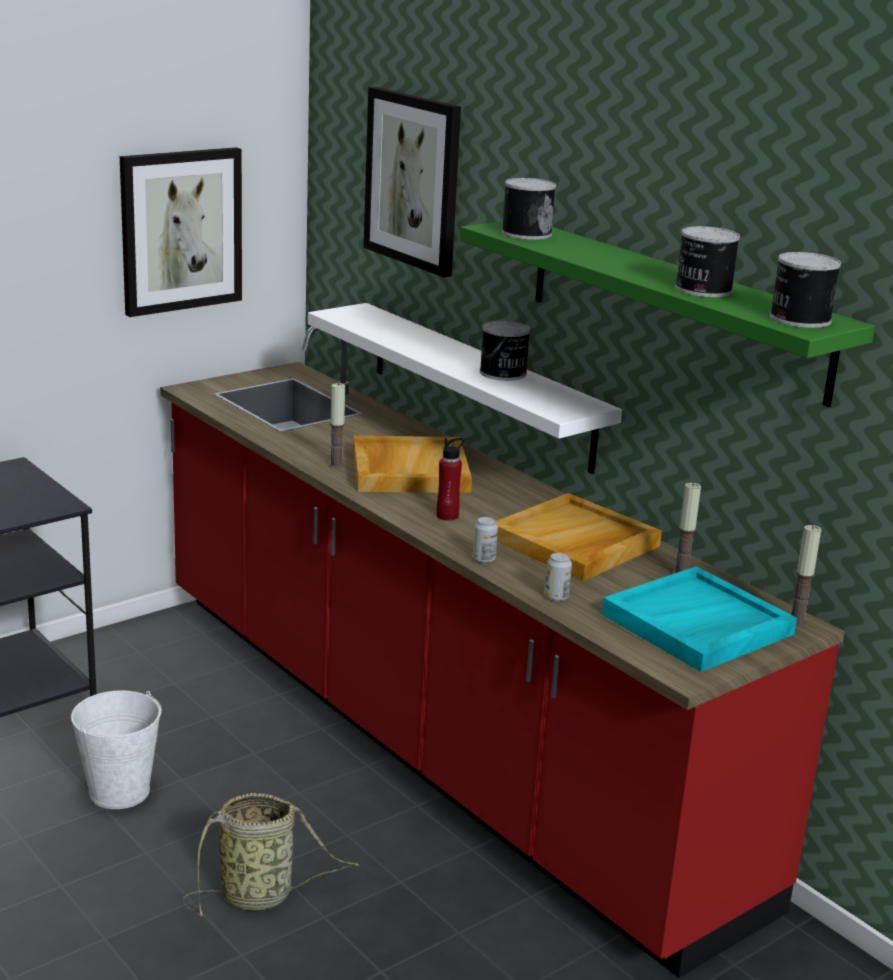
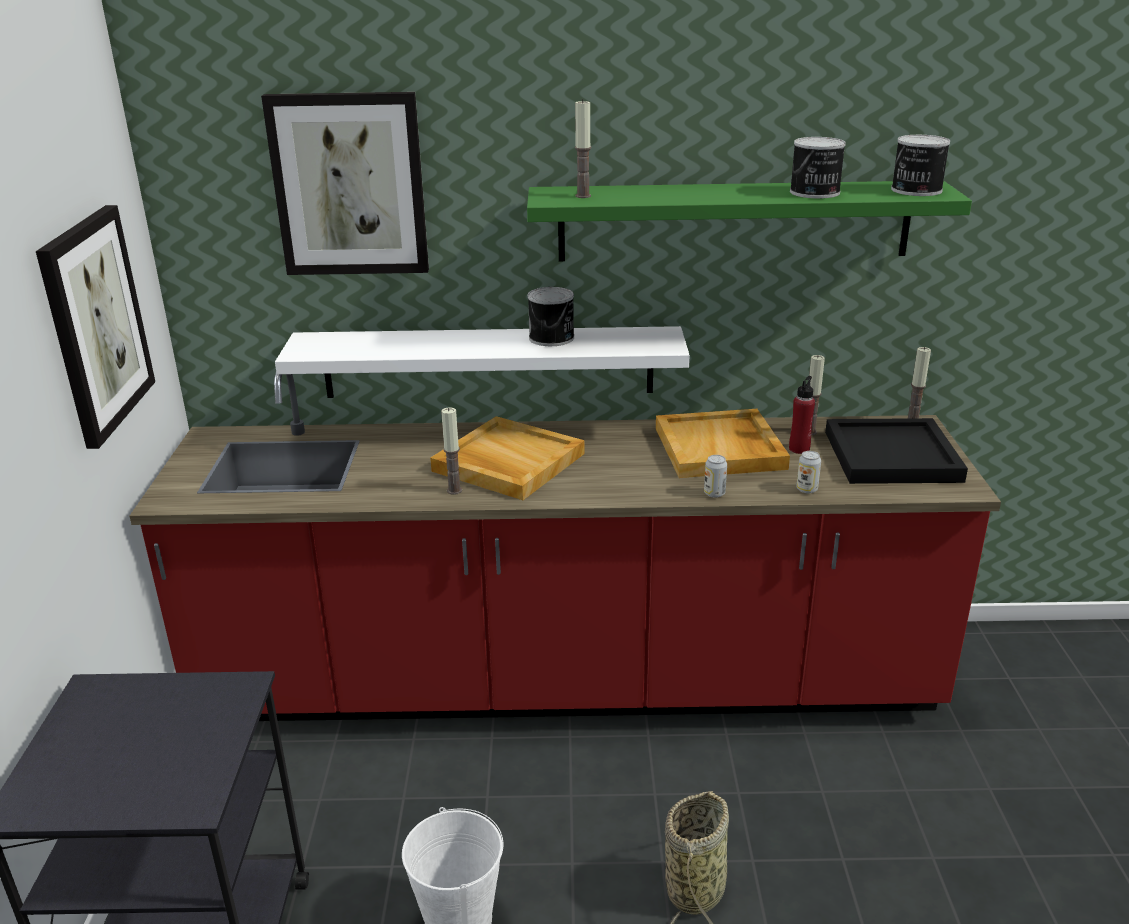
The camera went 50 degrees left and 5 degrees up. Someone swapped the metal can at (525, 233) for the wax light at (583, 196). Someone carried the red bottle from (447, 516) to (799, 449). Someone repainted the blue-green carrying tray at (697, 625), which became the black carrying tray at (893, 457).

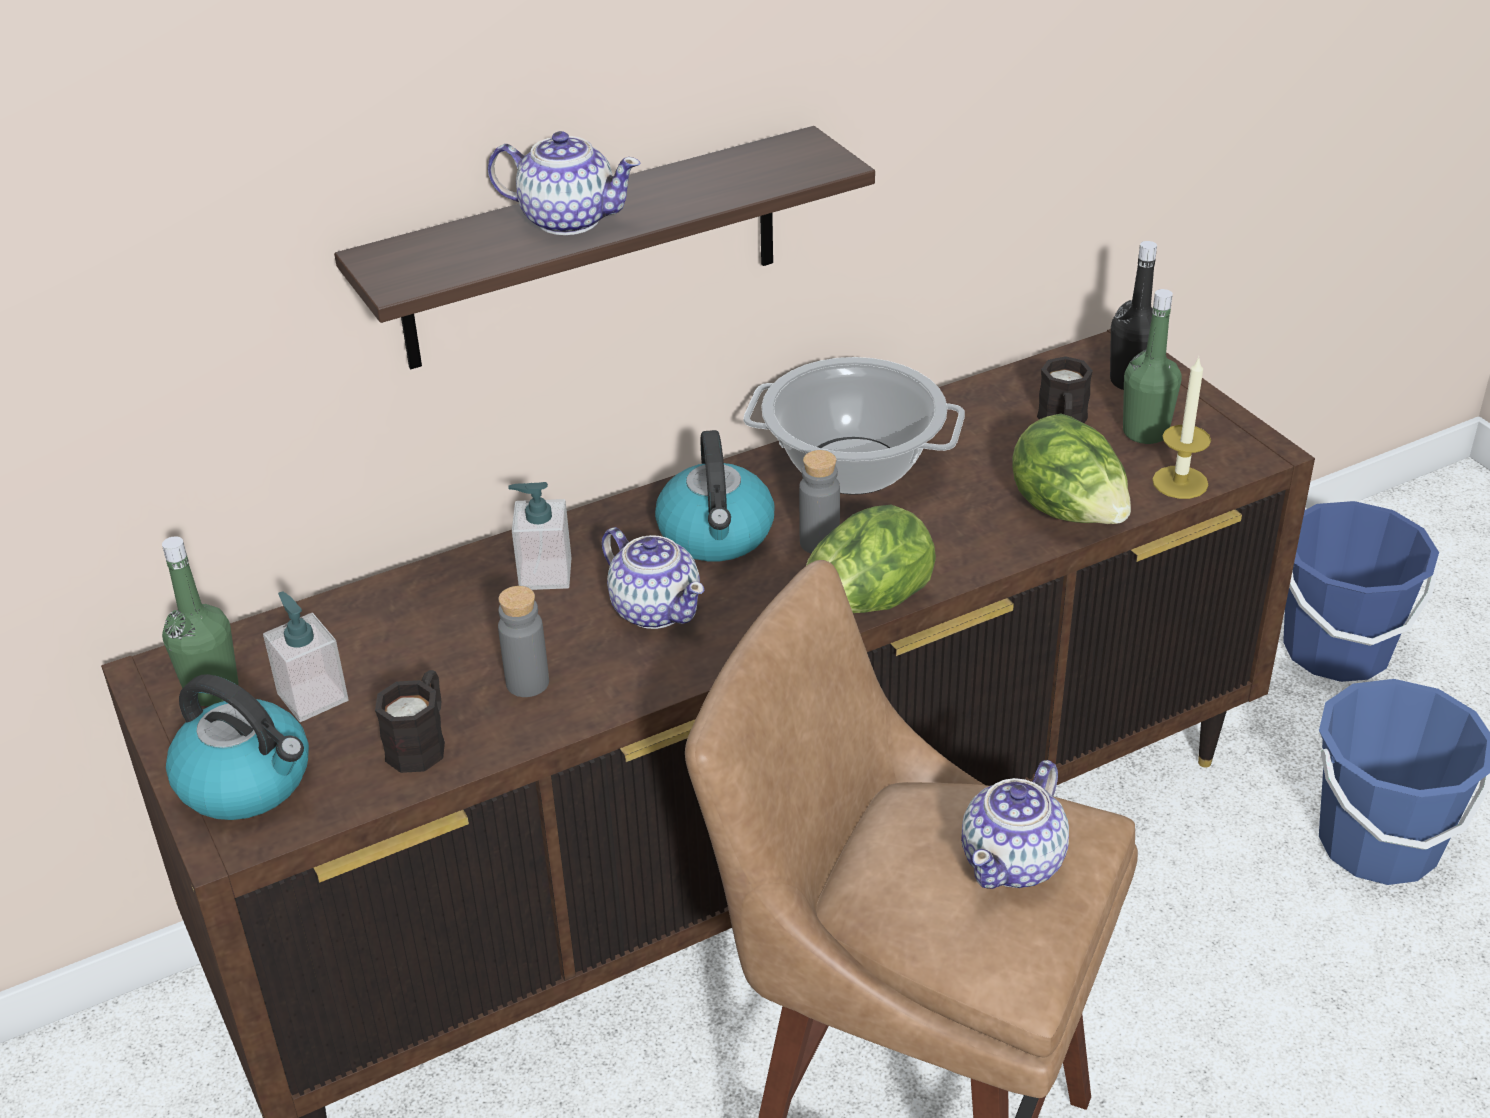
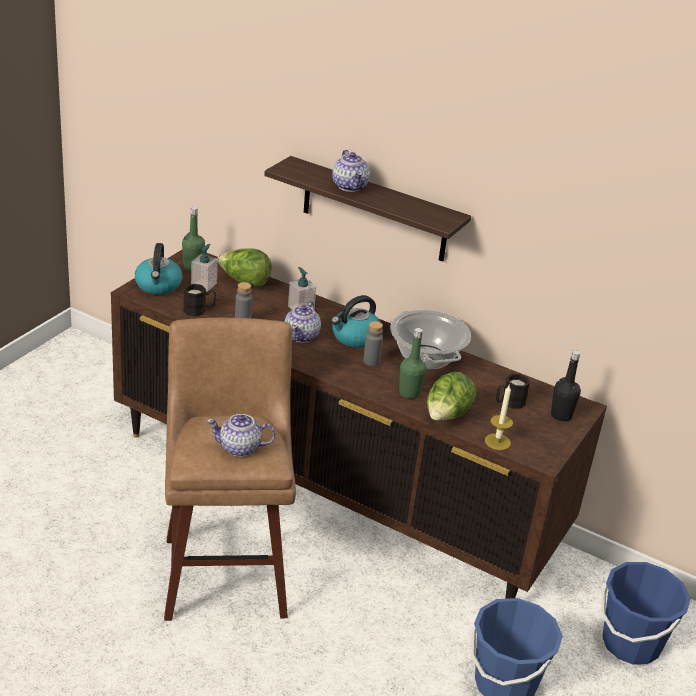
The camera went 55 degrees right and 5 degrees down. Someone carried the green-coloured bottle from (1145, 432) to (409, 393). Someone carried the lettuce head from (865, 606) to (244, 282).

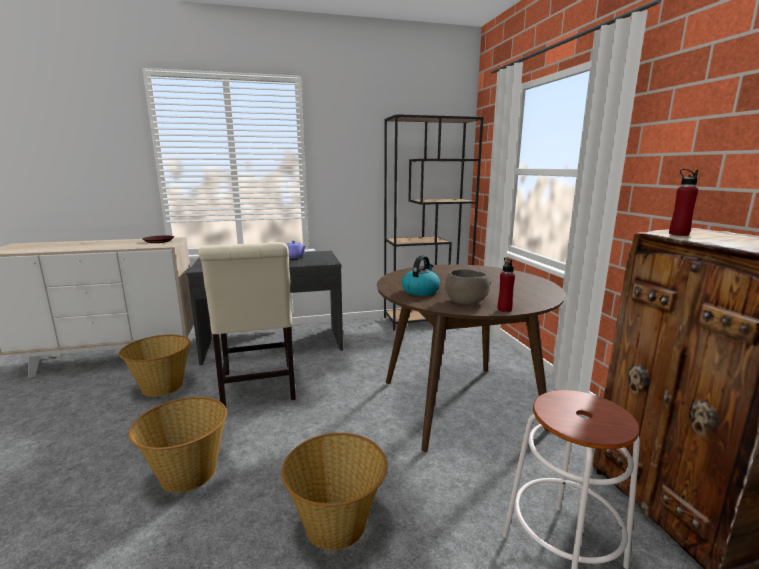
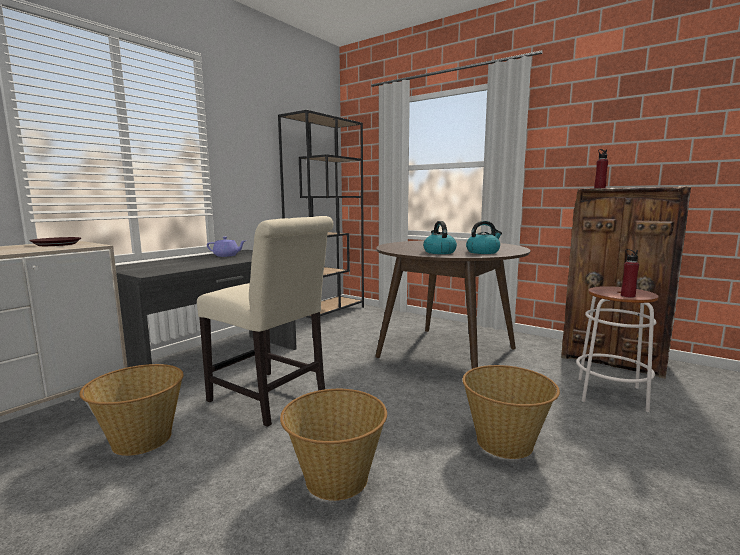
The camera went 40 degrees left and 5 degrees down. Someone carried the red bottle from (504, 309) to (627, 296). Someone swapped the greyish bowl at (466, 301) for the water kettle at (483, 252).

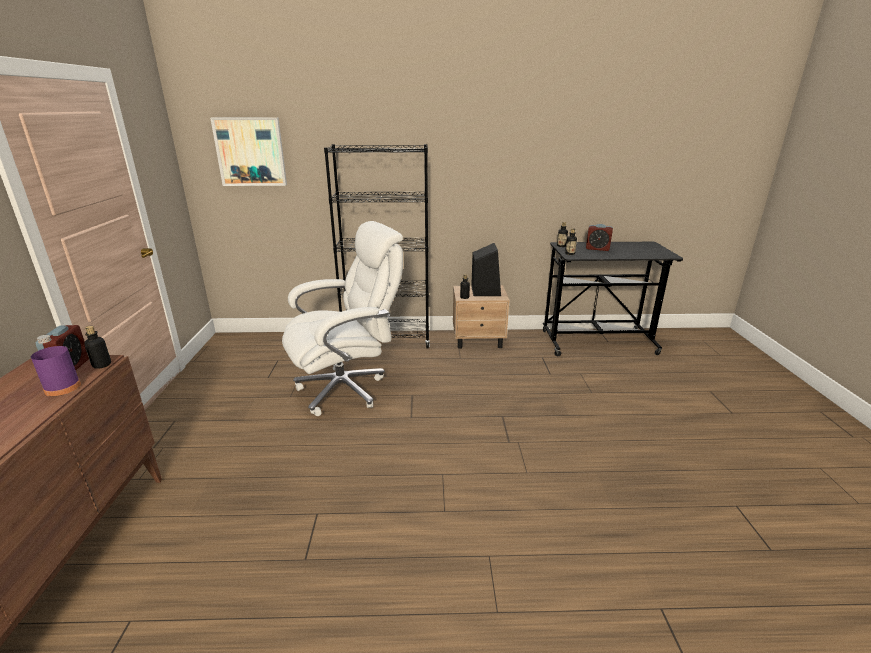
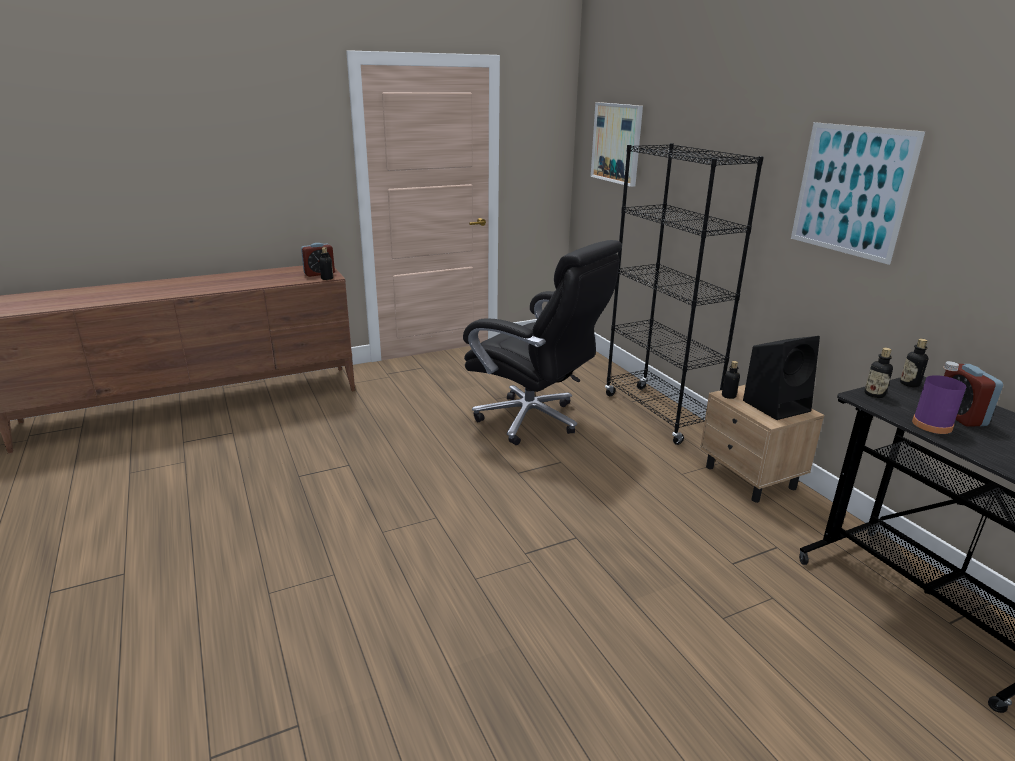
The camera went 65 degrees right and 0 degrees up. Someone repainted the white-coloured office chair at (347, 389), which became the black office chair at (534, 422). Someone carried the purplish bottle from (63, 388) to (932, 425). Someone put up the wall picture at (851, 190).

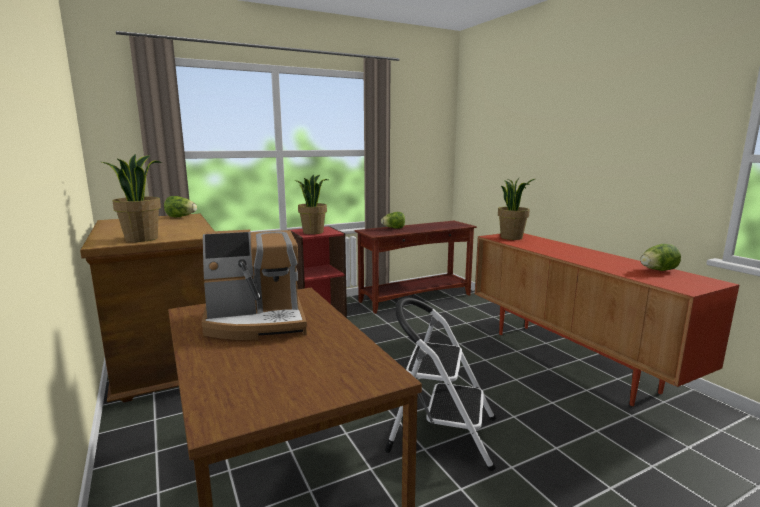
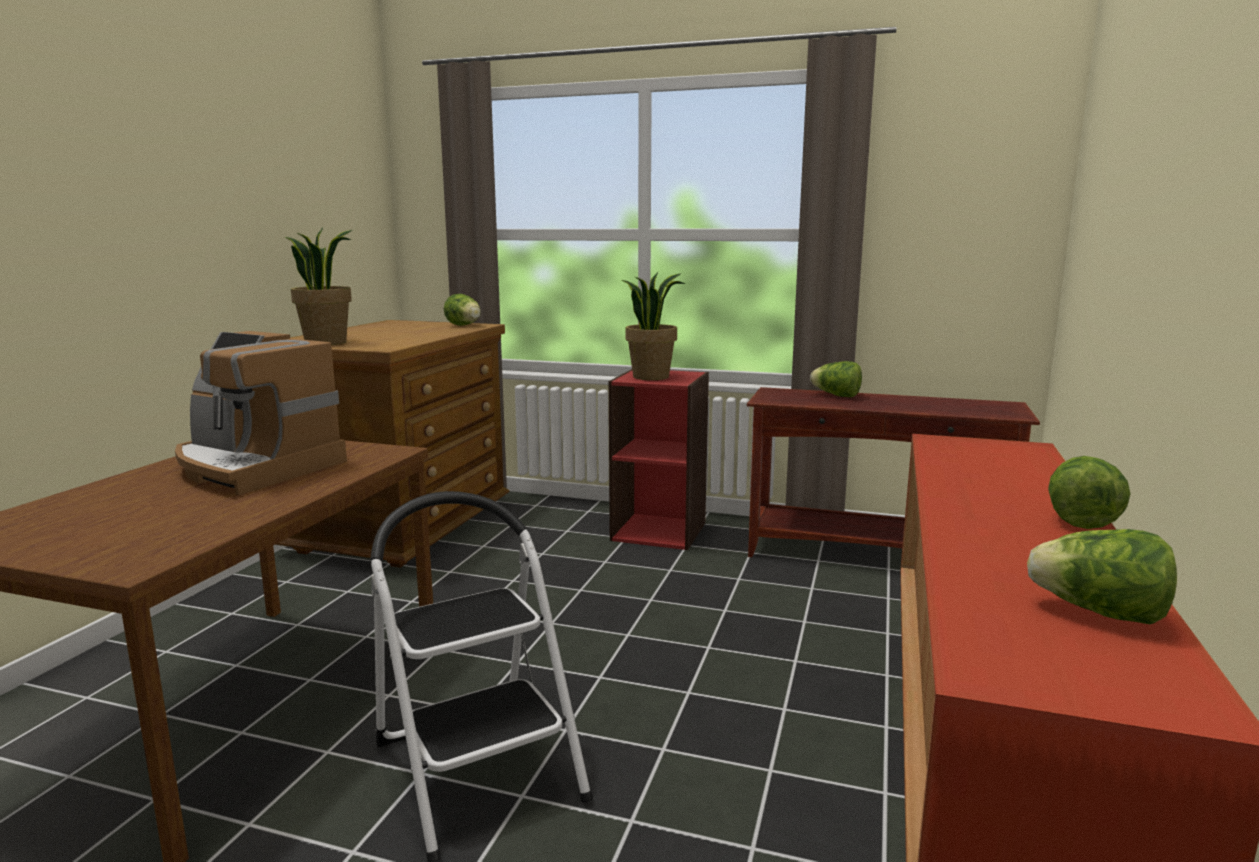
The camera went 45 degrees right and 0 degrees up. Someone took away the plant in a pot at (512, 237). Someone put down the lettuce head at (1079, 519).

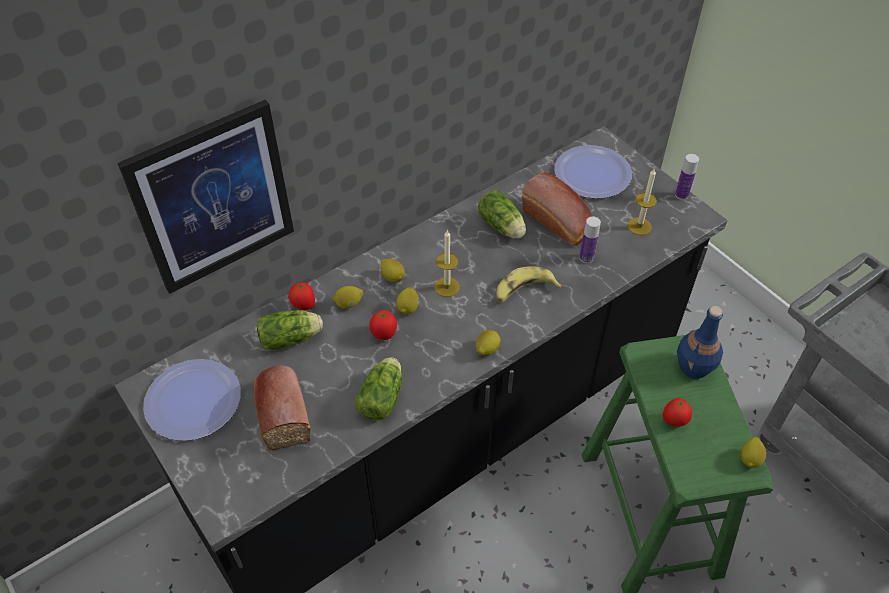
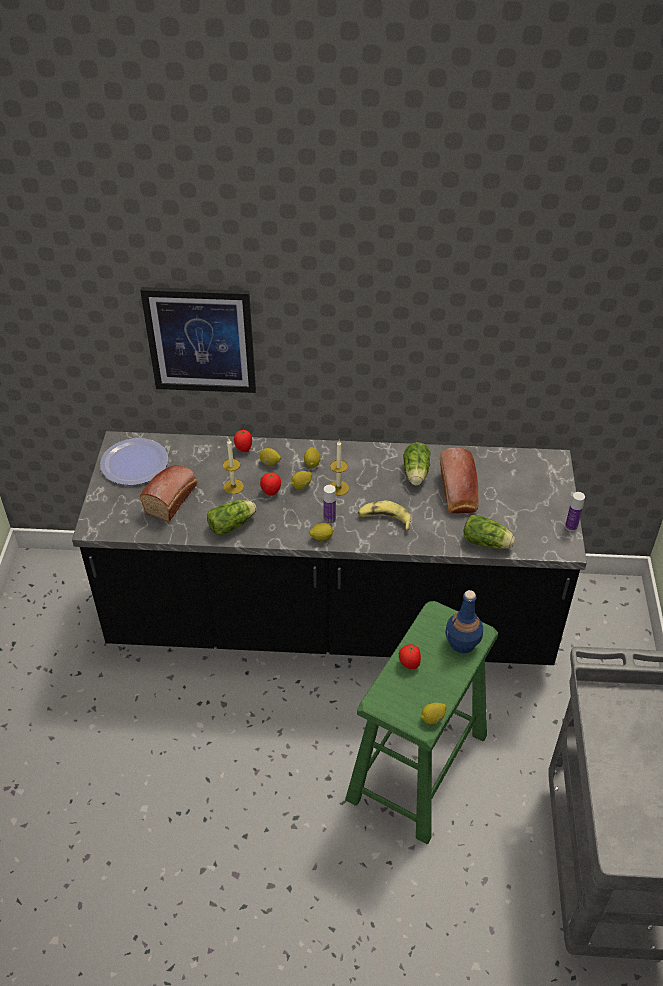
The camera went 40 degrees right and 5 degrees down. Someone took away the plate at (592, 174). Someone carried the wax light from (639, 226) to (233, 487). Someone carried the bottle from (586, 257) to (329, 519). Someone carried the lettuce head from (292, 338) to (488, 543).

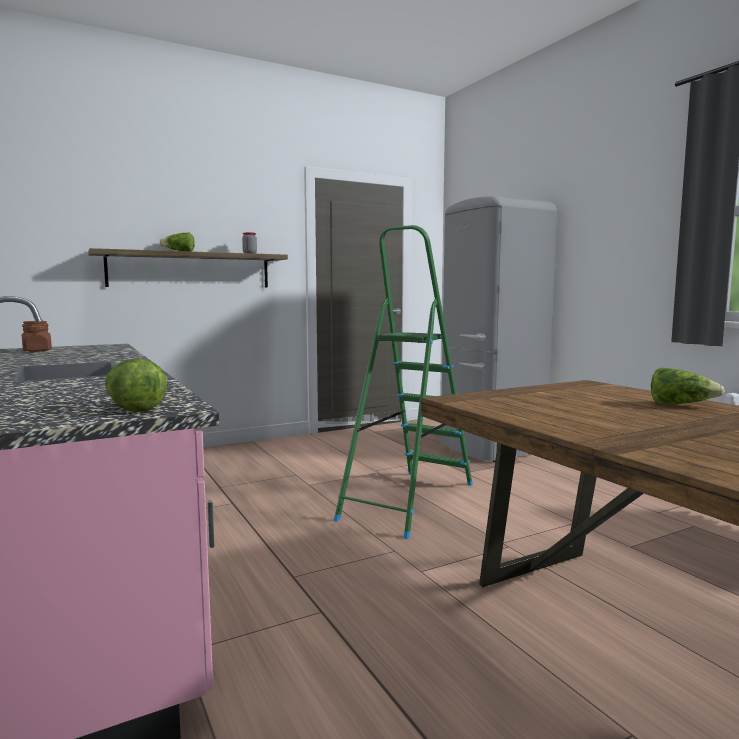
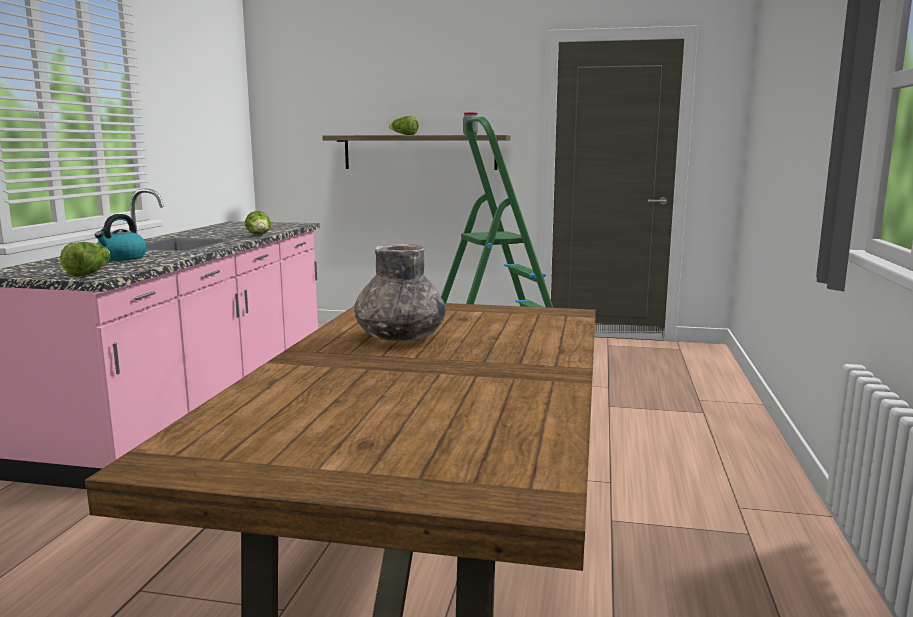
The camera went 40 degrees right and 5 degrees up. Someone took away the greyish fridge at (489, 449). Someone took away the brown-coloured storage jar at (37, 351). Someone carried the lettuce head from (680, 404) to (259, 235). Someone put down the water kettle at (122, 258). Someone put down the greyish flower vase at (400, 338).

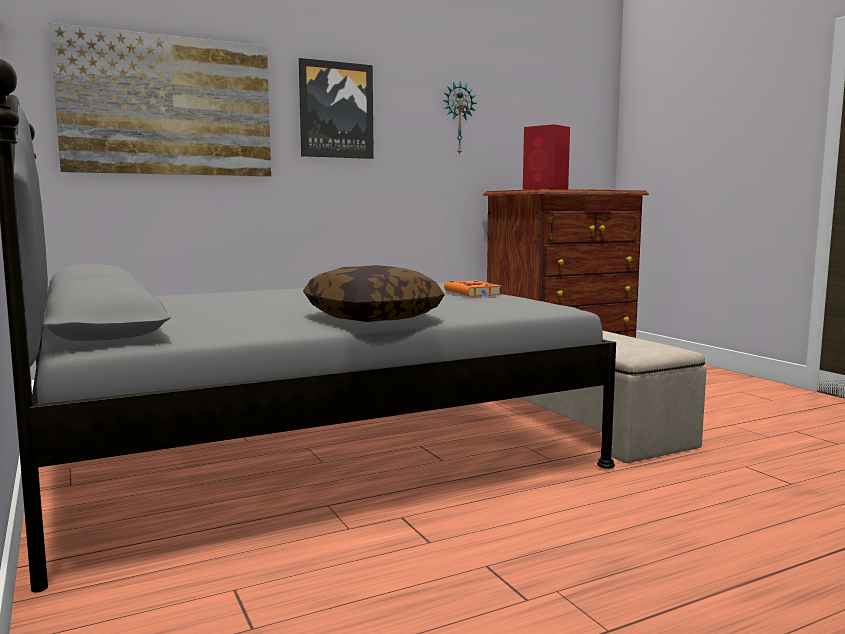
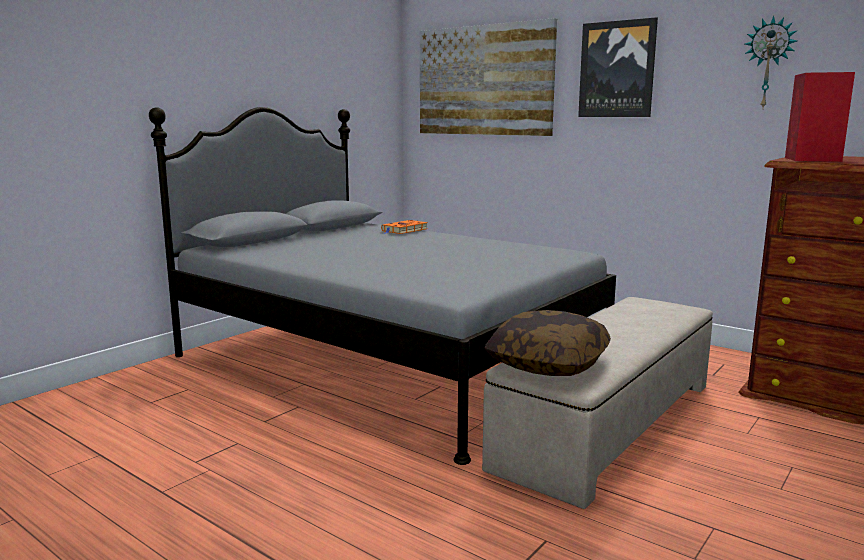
The camera went 65 degrees right and 5 degrees up. Someone carried the cushion from (372, 318) to (548, 363). Someone carried the orange-coloured bound book from (473, 293) to (404, 230).

